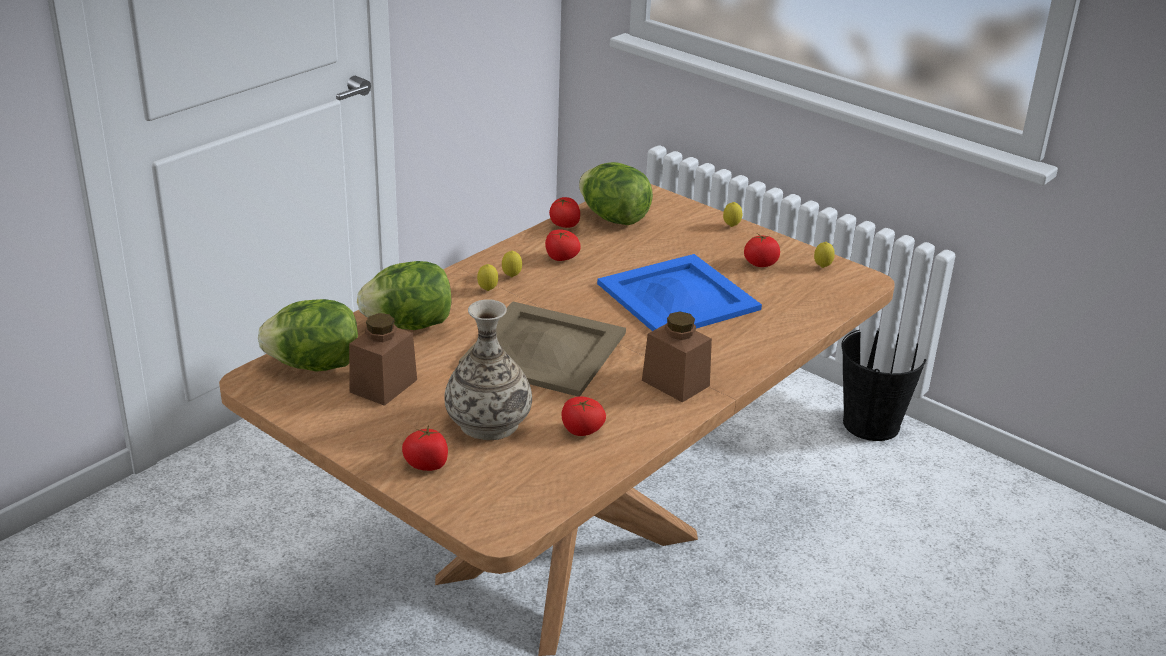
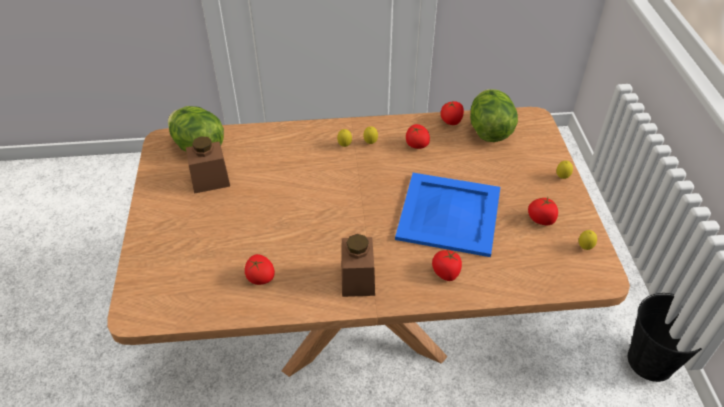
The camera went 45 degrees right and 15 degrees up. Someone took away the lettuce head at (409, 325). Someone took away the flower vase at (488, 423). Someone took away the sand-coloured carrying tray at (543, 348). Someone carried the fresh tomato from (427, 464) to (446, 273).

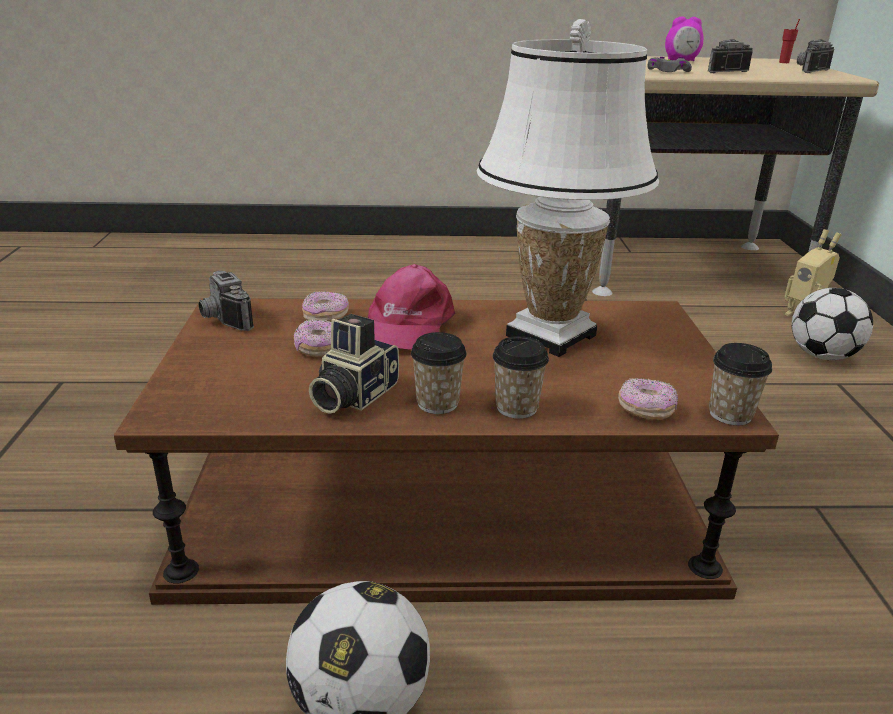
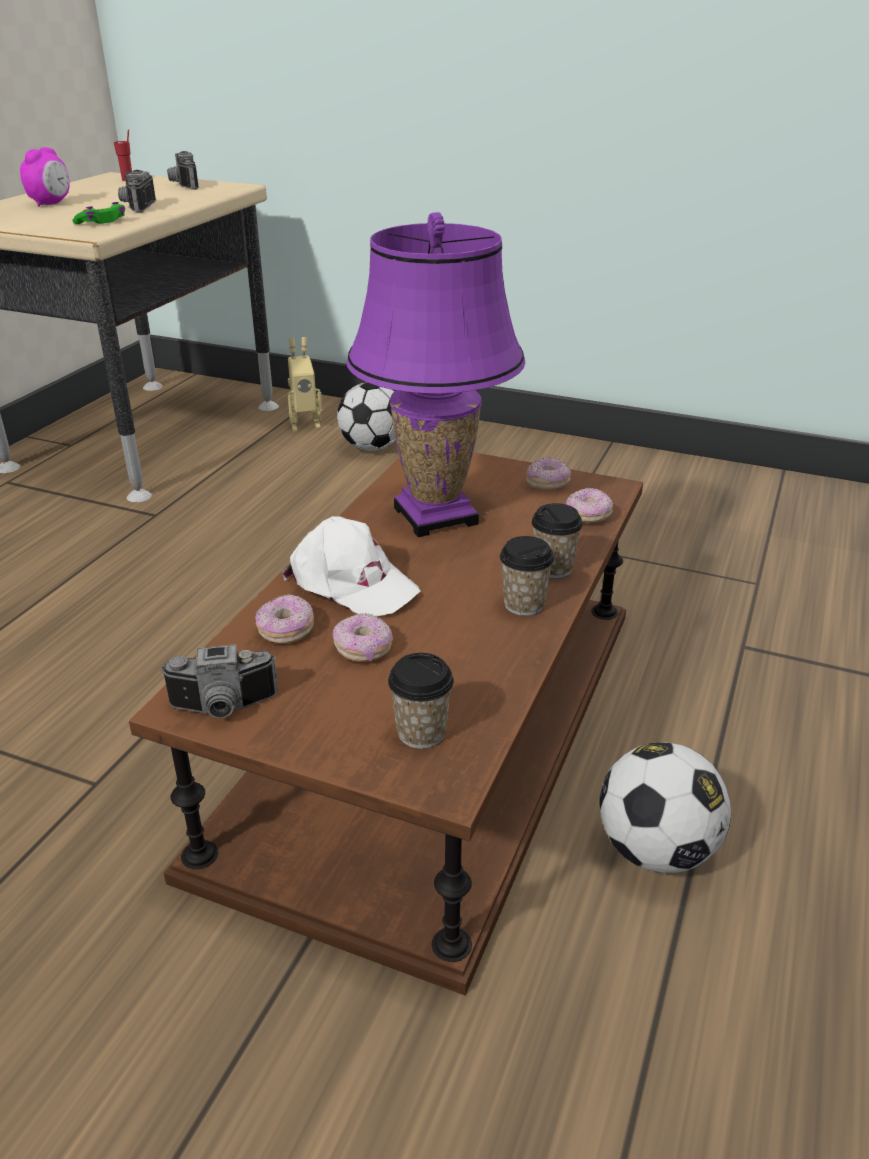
The camera went 65 degrees left and 5 degrees up. Someone repainted the white-coloured lamp for a table at (551, 335), which became the purplish lamp for a table at (435, 515). Someone repainted the greyish gamepad at (668, 71), which became the green-coloured gamepad at (103, 222). Someone repainted the pinkish cap at (407, 325), which became the white-coloured cap at (351, 583). Someone took away the still camera at (352, 395). Someone carried the drinking cup from (730, 414) to (421, 732). Someone put down the doughnut at (547, 484).

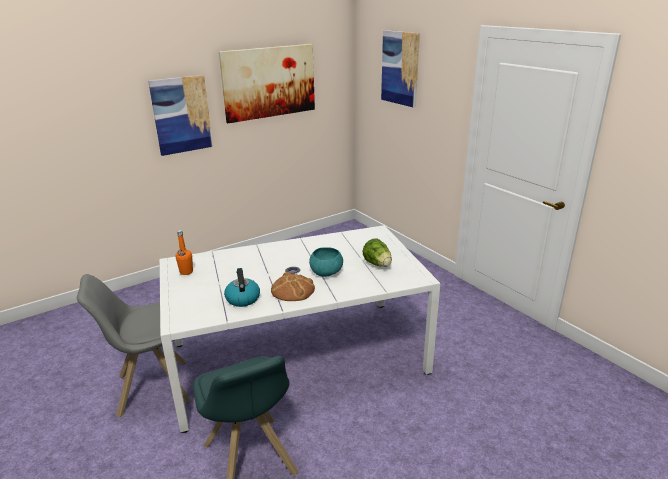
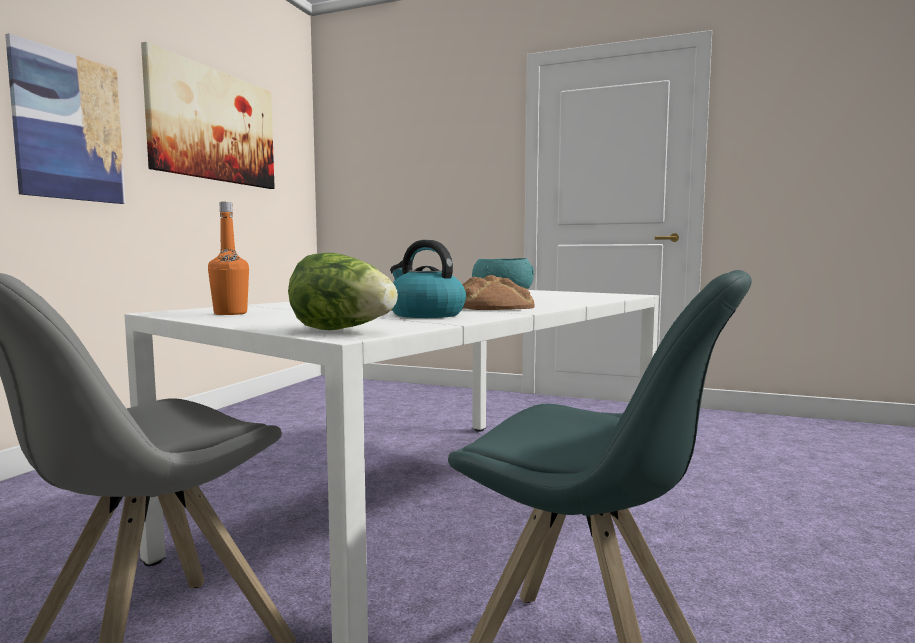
The camera went 35 degrees left and 20 degrees down. Someone took away the wall picture at (400, 68). Someone carried the lettuce head from (378, 264) to (343, 330).

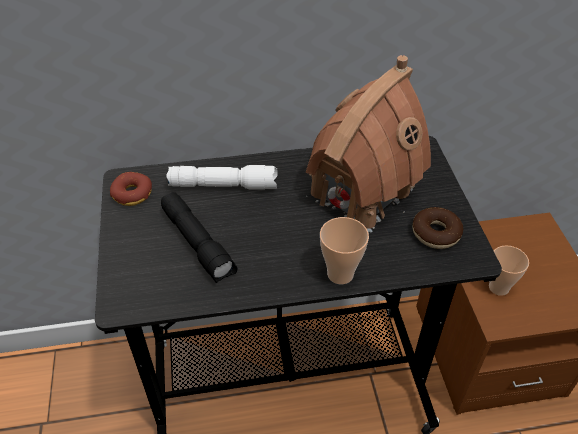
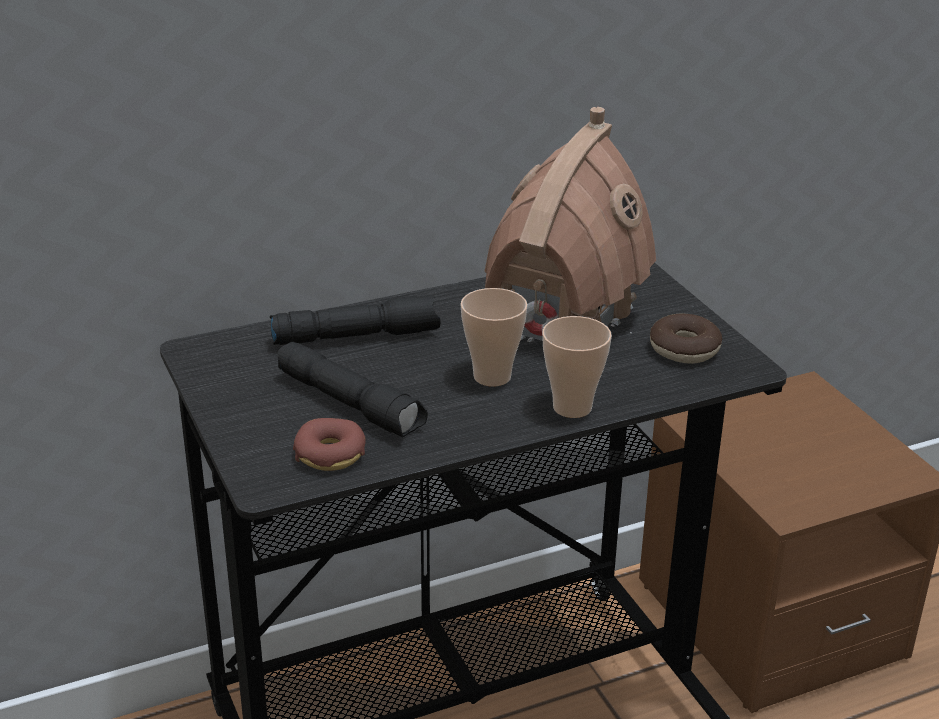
The camera went 15 degrees left and 15 degrees down. Someone repainted the white-coloured hand torch at (224, 185), which became the black hand torch at (357, 336). Someone carried the doughnut from (132, 194) to (330, 454). Someone carried the drinking cup from (498, 287) to (492, 377).

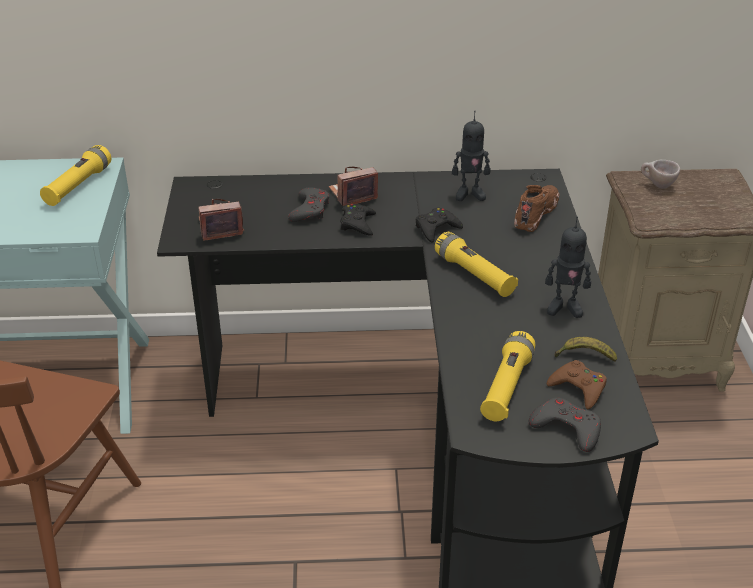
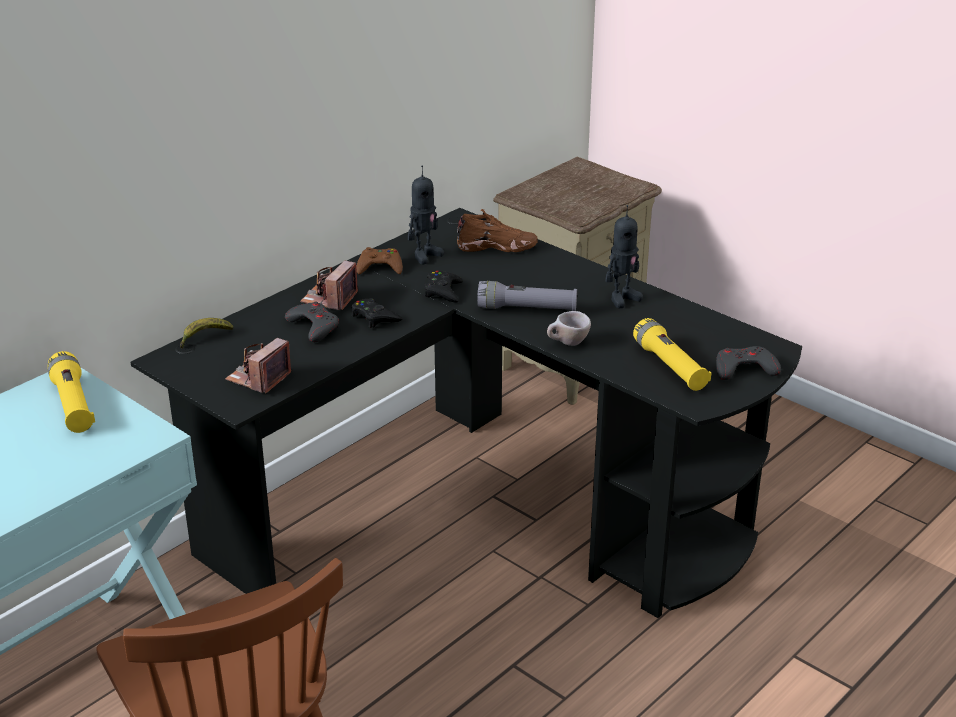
The camera went 45 degrees left and 5 degrees down. Someone carried the sand-coloured drinking cup from (657, 185) to (567, 344). Someone rotated the brown-coloured item of footwear at (535, 213) by 105 degrees clockwise. Someone repainted the yellowish hand torch at (474, 275), which became the greyish hand torch at (527, 309). Someone carried the banana from (584, 356) to (204, 337). Someone carried the brown-coloured gamepad from (578, 388) to (380, 267).

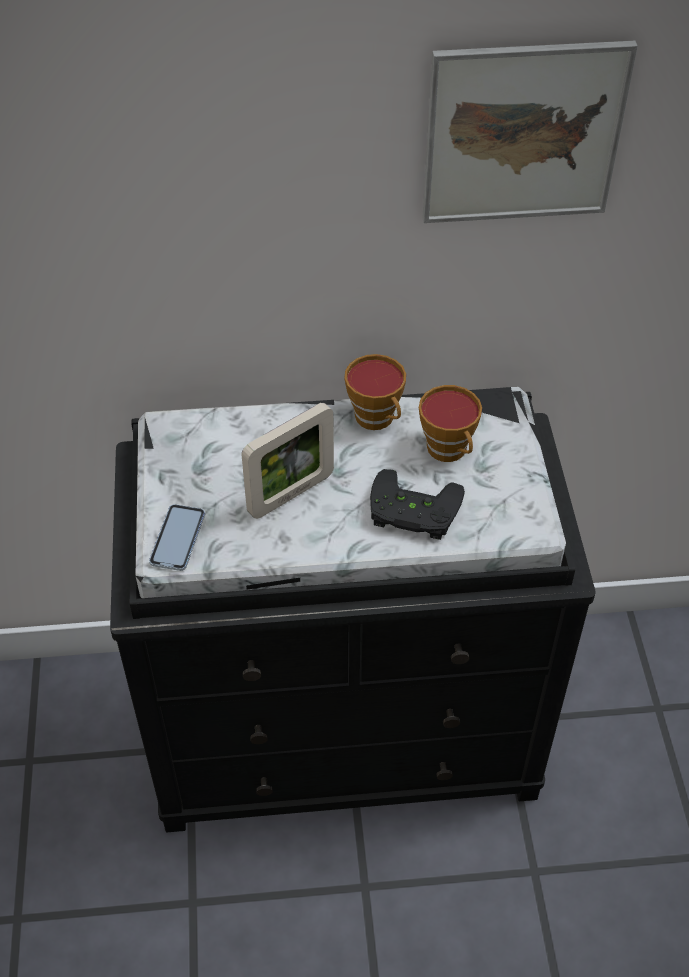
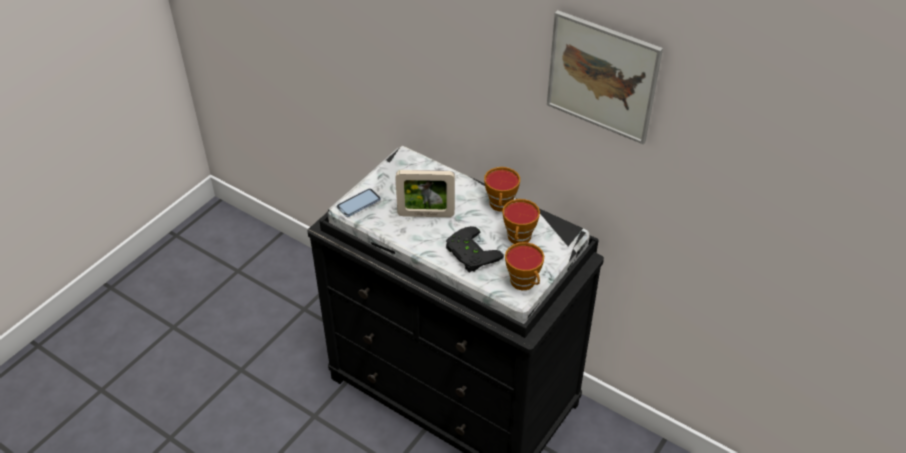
The camera went 40 degrees right and 5 degrees down. Someone put down the drinking cup at (525, 283).

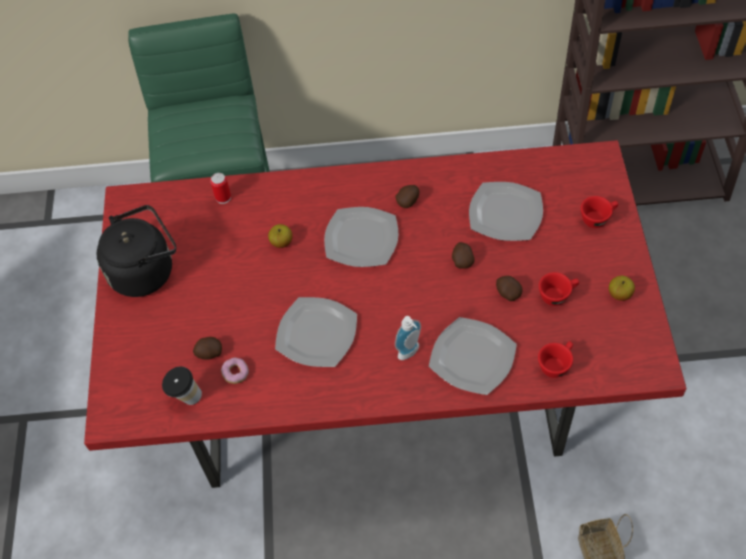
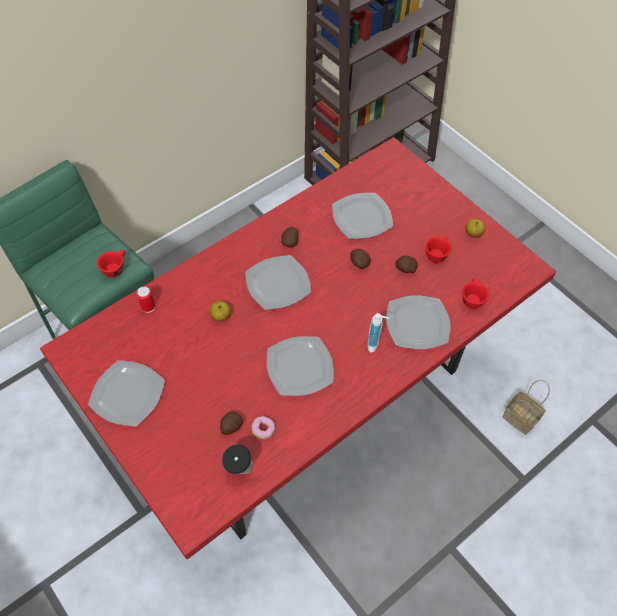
The camera went 40 degrees left and 0 degrees up. Someone carried the red drinking cup from (597, 218) to (115, 268). Someone swapped the black water kettle at (145, 270) for the plate at (128, 394).

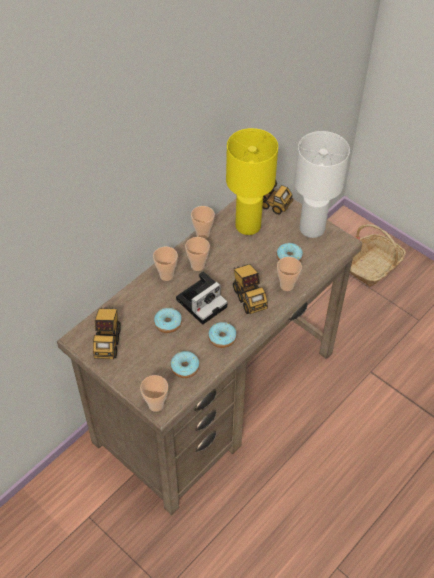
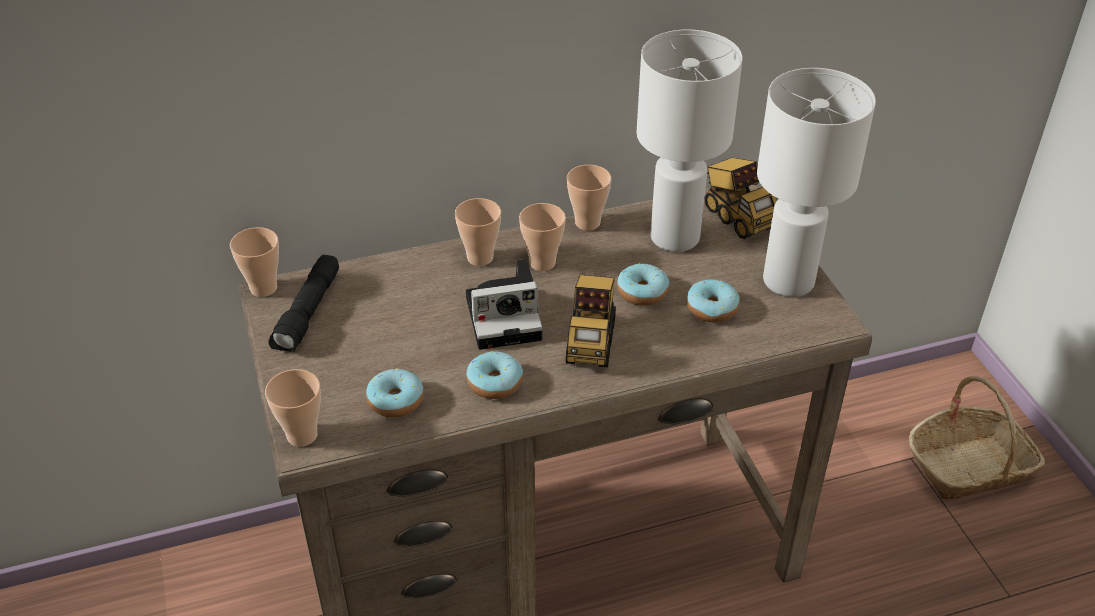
The camera went 30 degrees right and 10 degrees down. Someone repainted the yellowish lamp for a table at (248, 226), which became the white-coloured lamp for a table at (676, 238). Someone carried the drinking cup from (287, 285) to (263, 288). Someone swapped the toy lorry at (107, 342) for the black hand torch at (309, 313). Someone carried the doughnut from (168, 323) to (642, 292).

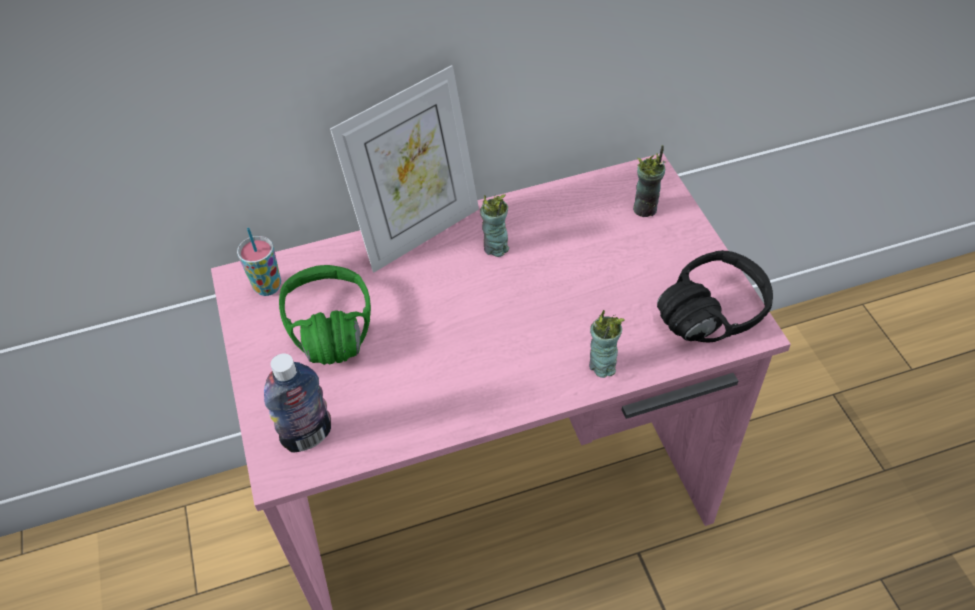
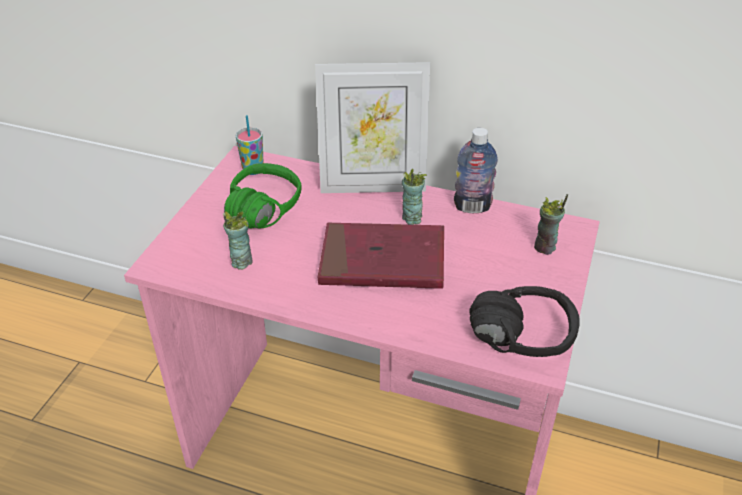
The camera went 35 degrees right and 10 degrees down. Someone carried the drinking cup from (602, 366) to (241, 261). Someone carried the bottle from (308, 436) to (472, 207). Someone put down the red bound book at (382, 261).

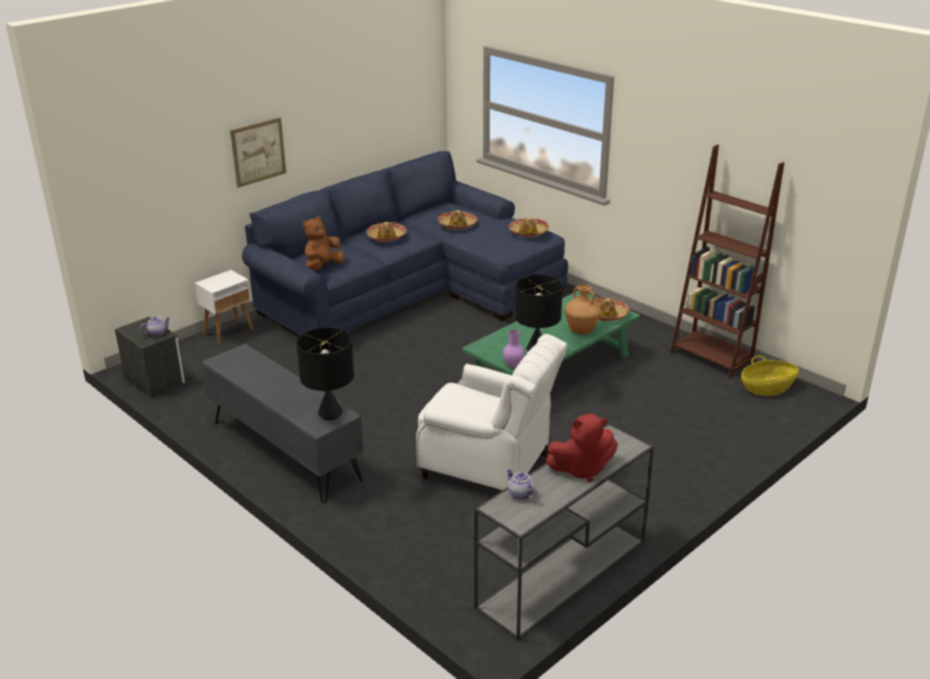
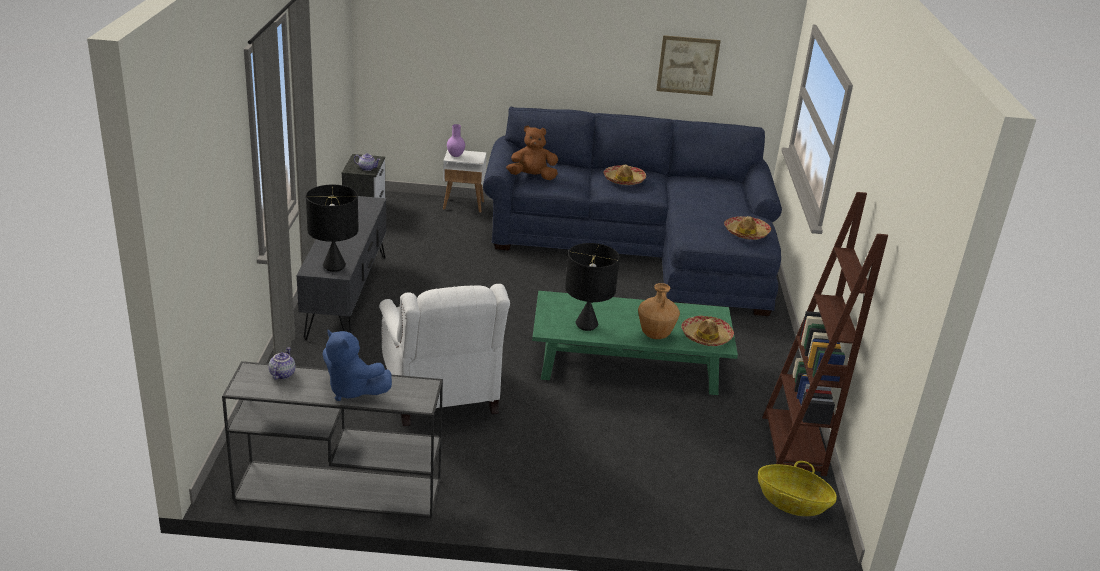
The camera went 45 degrees right and 0 degrees up. Someone carried the wall picture from (258, 152) to (687, 65). Someone took away the wearable hat at (457, 225). Someone carried the purplish flower vase from (513, 366) to (455, 156). Someone repainted the red cuddly toy at (581, 469), which became the blue cuddly toy at (352, 390).

